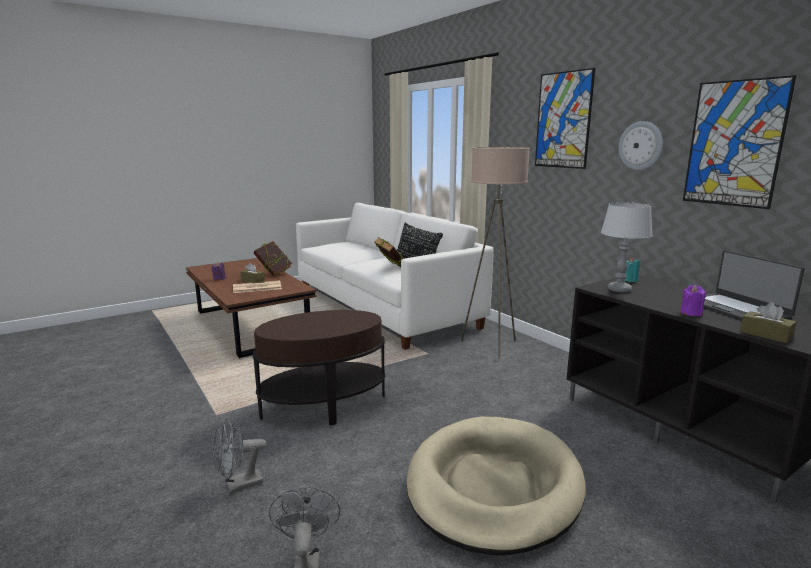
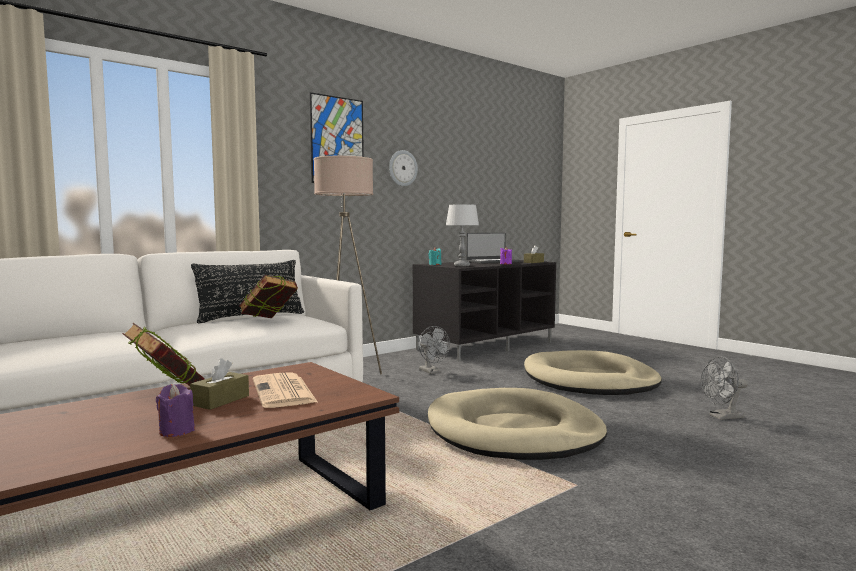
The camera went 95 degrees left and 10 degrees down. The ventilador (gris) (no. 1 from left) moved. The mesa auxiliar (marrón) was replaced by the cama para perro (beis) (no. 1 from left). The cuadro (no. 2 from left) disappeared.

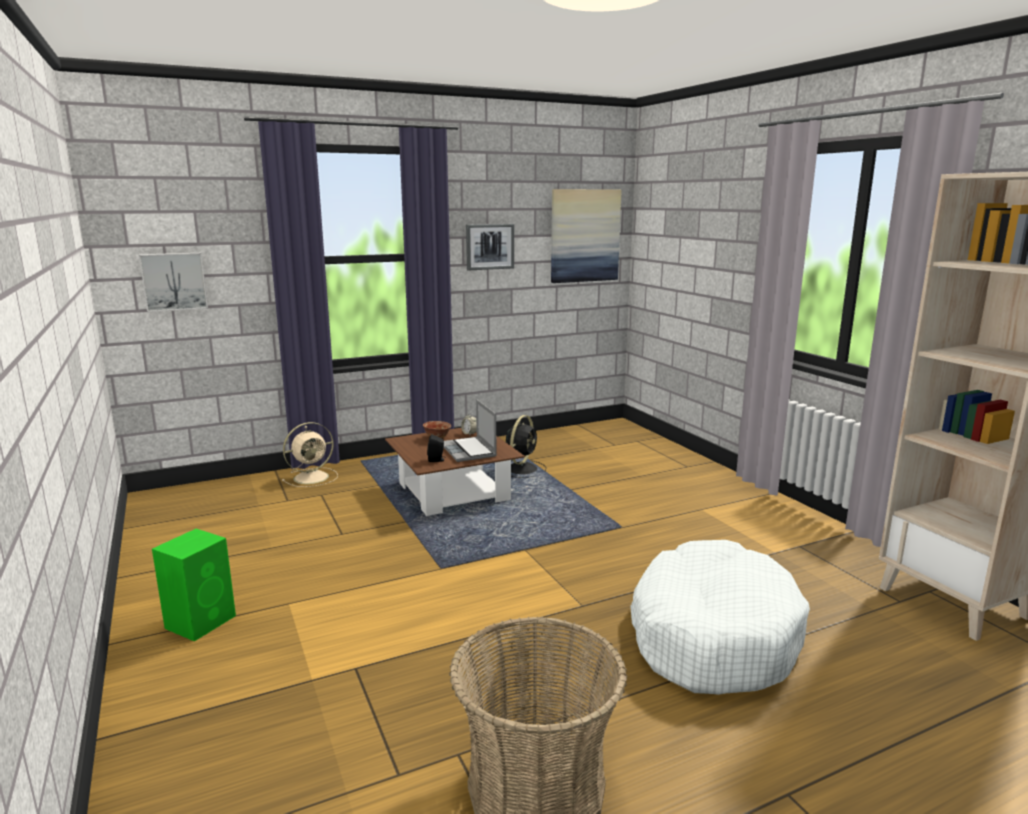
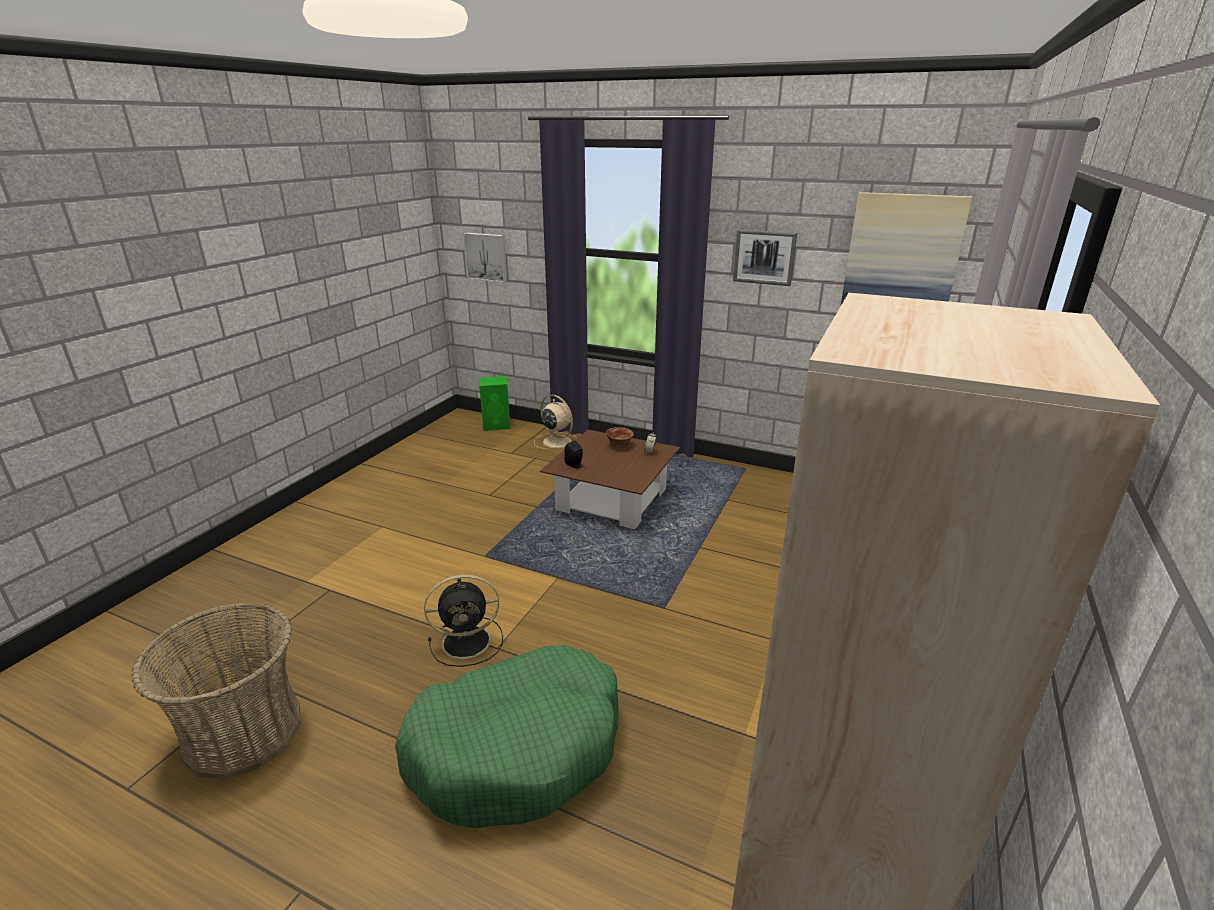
The camera went 50 degrees right and 10 degrees up. The altavoz (verde) moved. The ventilador (beis) turned 150 degrees counterclockwise. The portátil disappeared. The ventilador (negro) moved. The cama para perro (blanco) became the cama para perro (verde).

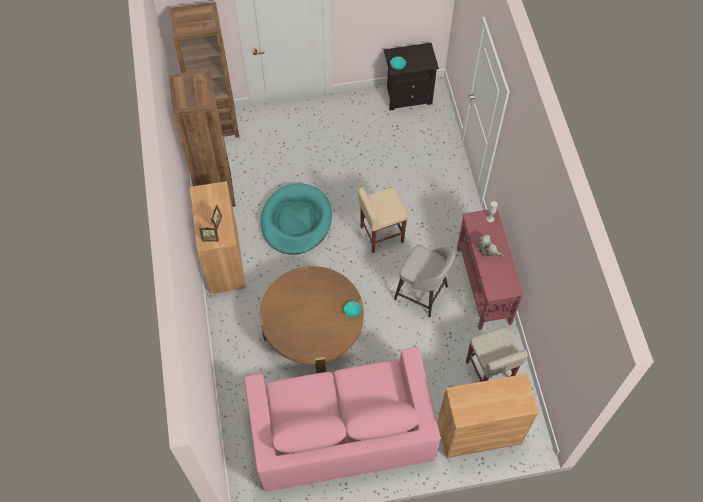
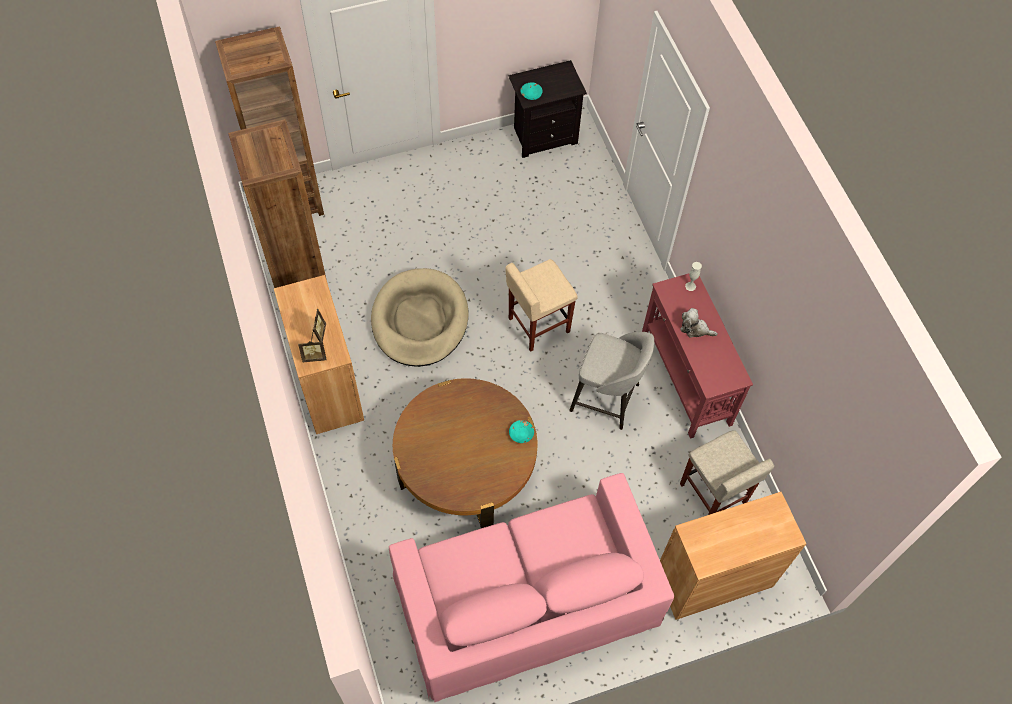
The camera went 10 degrees left and 0 degrees up. The cama para perro (turquesa) became the cama para perro (beis).

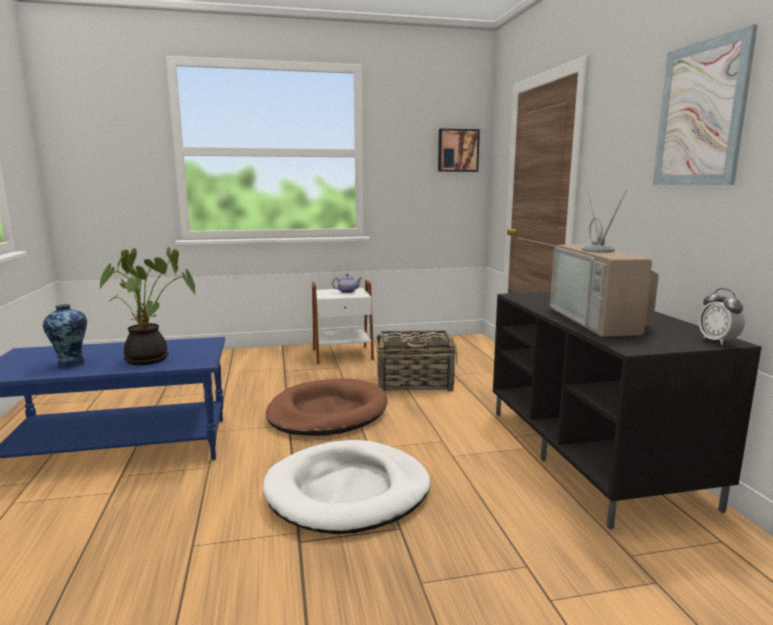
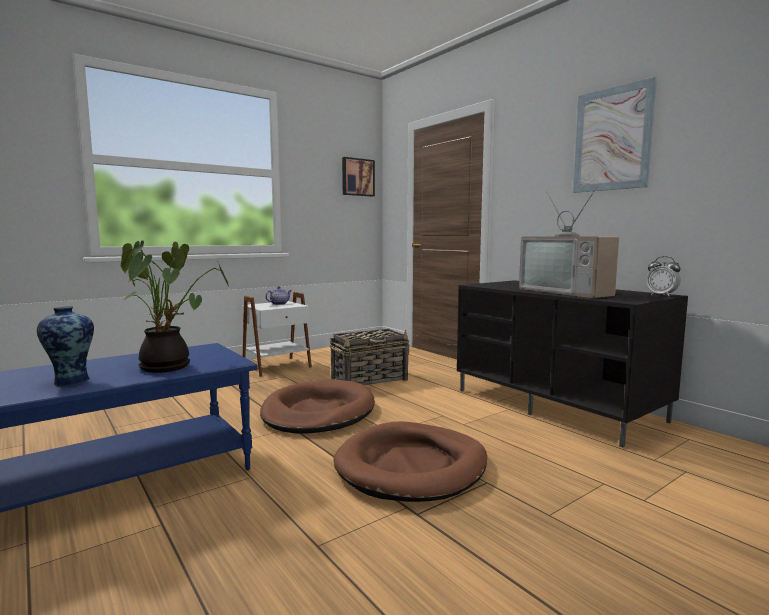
The camera went 25 degrees left and 5 degrees down. The cama para perro (blanco) became the cama para perro (marrón) (no. 2 from left).

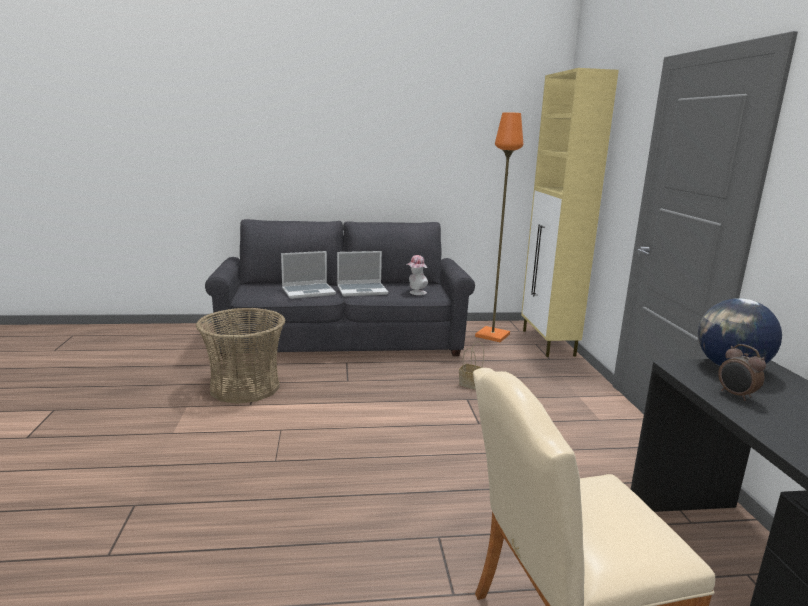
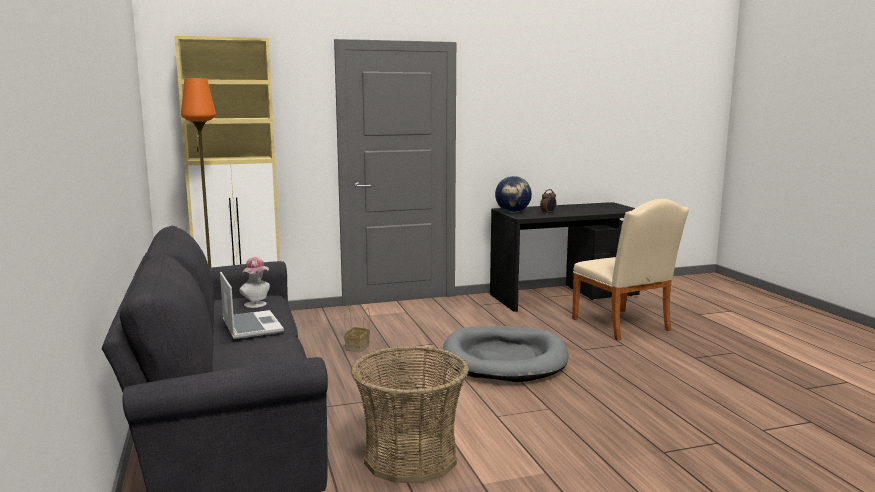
The camera went 100 degrees left and 5 degrees down. The portátil (no. 1 from left) disappeared. The cama para perro (gris) appeared.

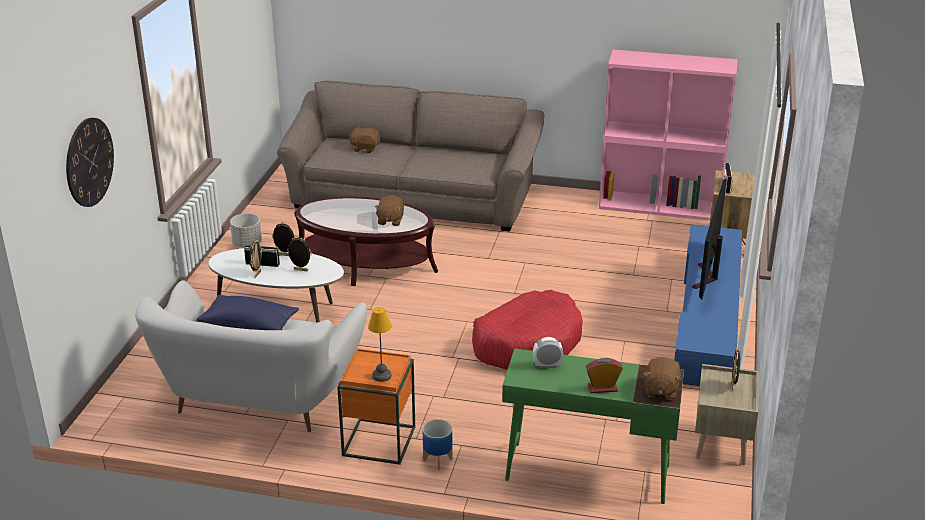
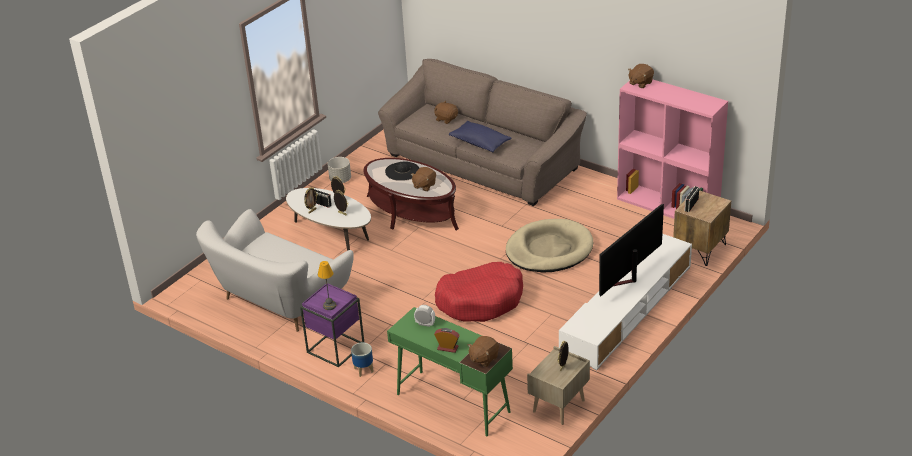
The camera went 25 degrees right and 5 degrees up. The reloj de pared disappeared. The cojín (azul) moved. The mesa auxiliar (naranja) became the mesa auxiliar (morado). The mueble de televisión (azul) became the mueble de televisión (blanco). The sombrero (negro) appeared. The cama para perro (beis) appeared. The peluche (marrón) (no. 4 from left) appeared.

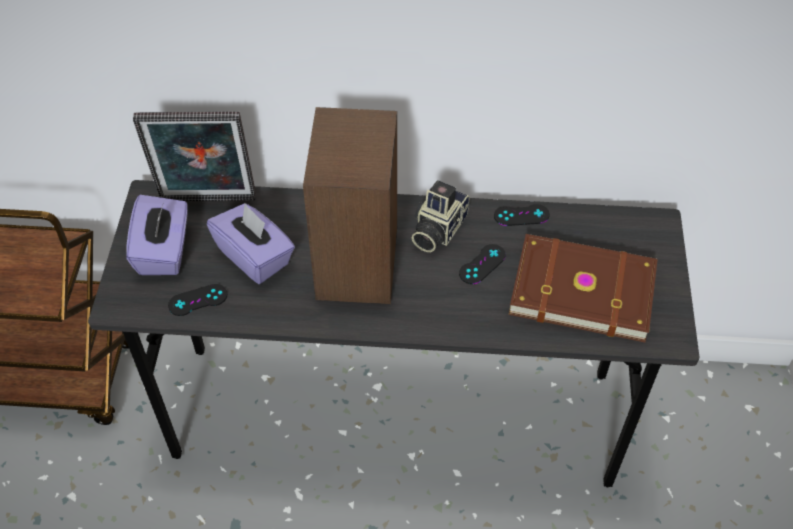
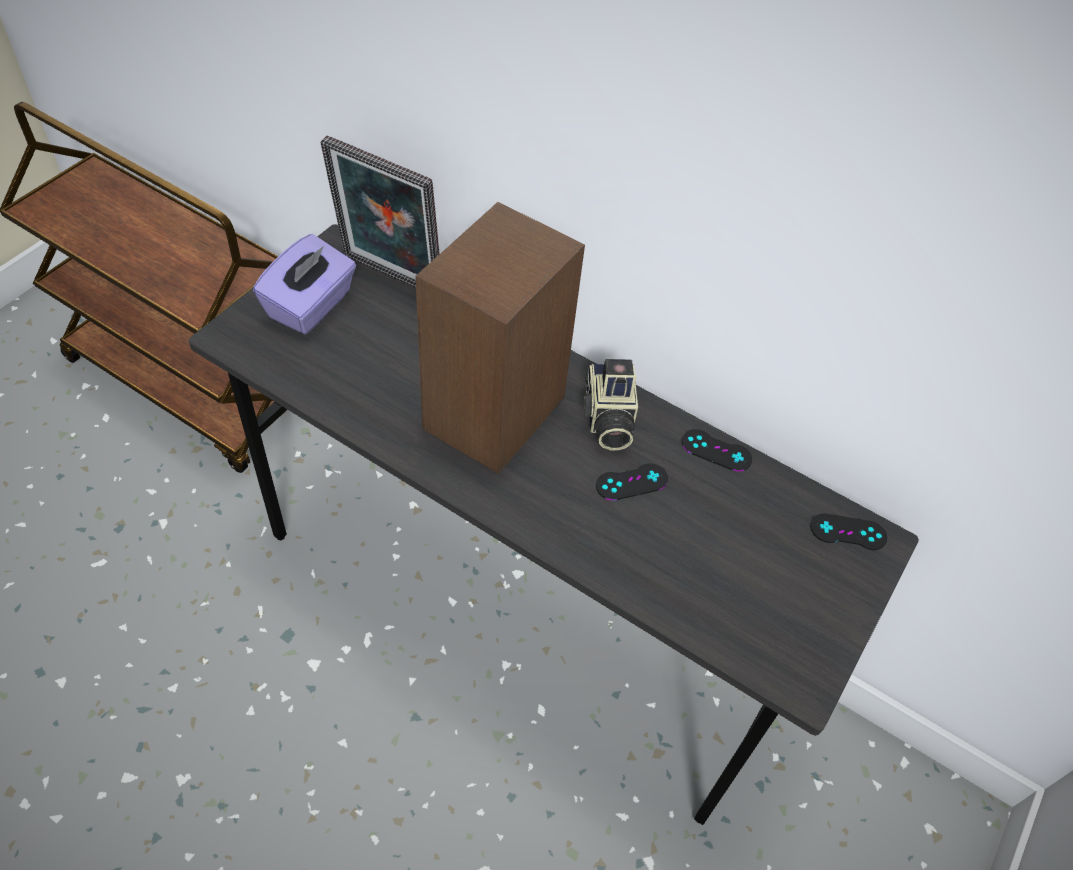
The camera went 25 degrees right and 0 degrees up. The mando de consola (negro) (no. 1 from left in the first image) moved. The caja de pañuelos (morado) (no. 2 from left) disappeared. The cámara turned 60 degrees counterclockwise. The libro (marrón) disappeared.

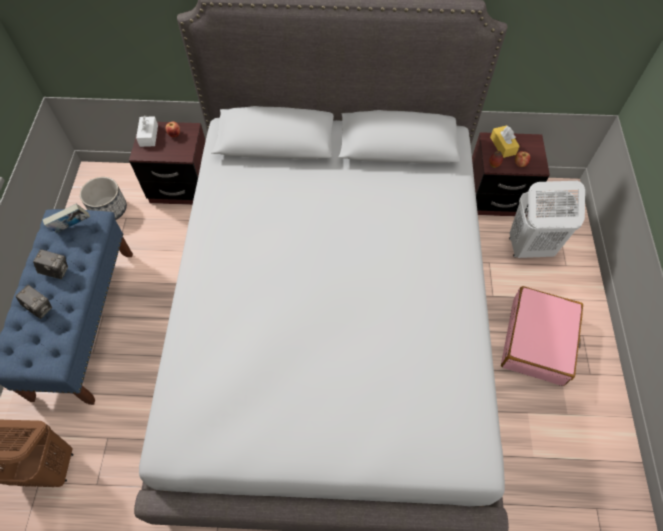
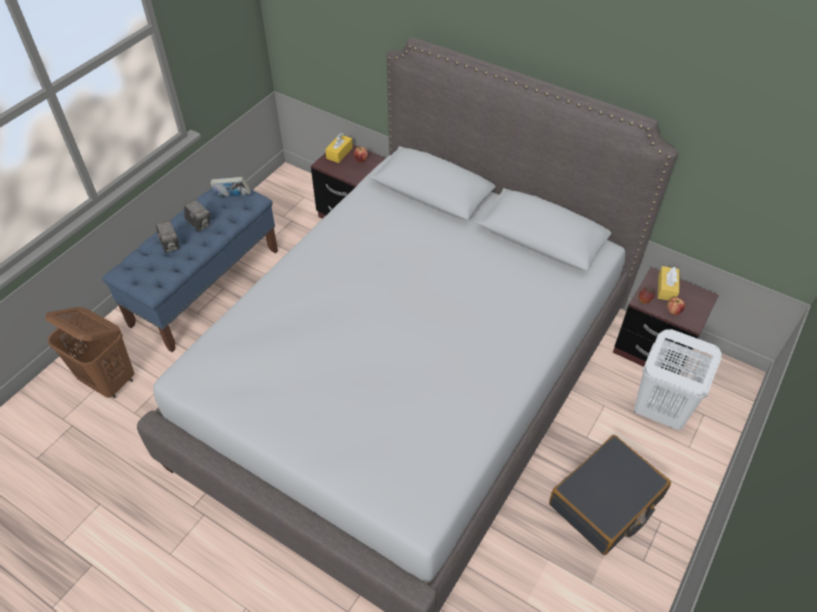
The camera went 30 degrees right and 10 degrees down. The maceta disappeared. The caja de pañuelos (blanco) became the caja de pañuelos (amarillo) (no. 1 from left). The maleta (rosa) became the maleta (negro).

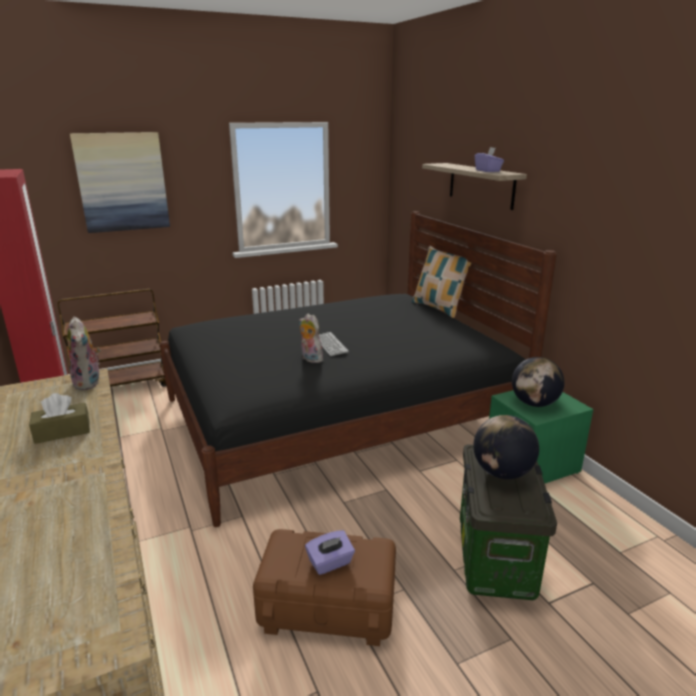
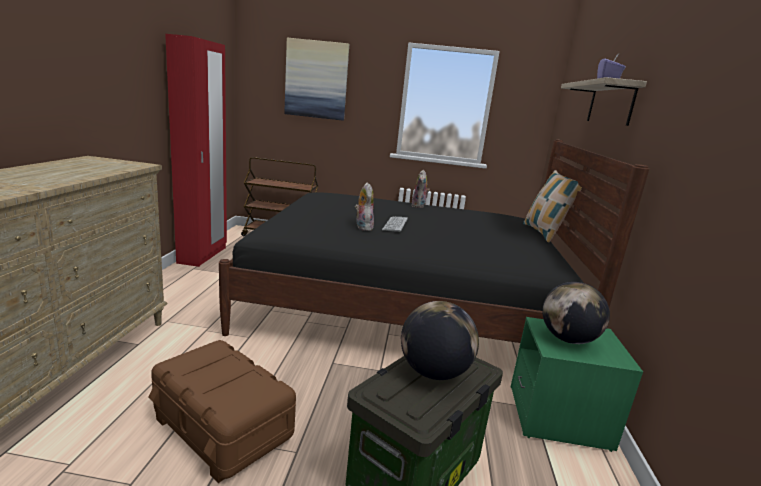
The camera went 30 degrees right and 5 degrees down. The caja de pañuelos (marrón) disappeared. The peluche (no. 1 from left in the first image) moved. The caja de pañuelos (morado) (no. 1 from left) disappeared.

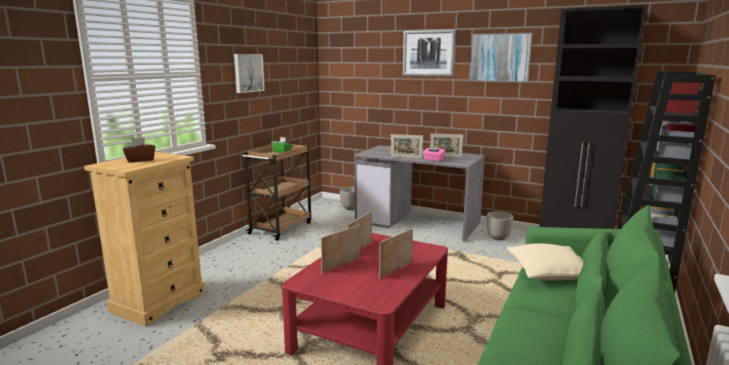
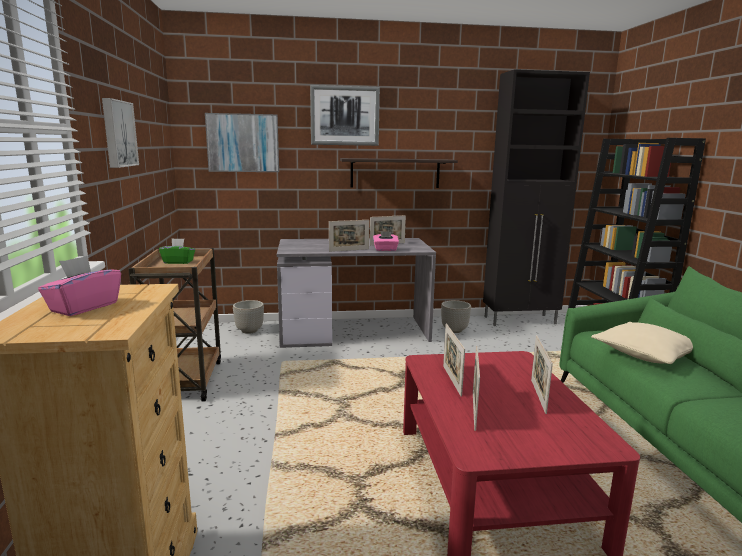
The camera went 35 degrees left and 0 degrees up. The caja de pañuelos (marrón) became the caja de pañuelos (rosa) (no. 1 from left). The cuadro (no. 3 from left in the first image) moved. The estante appeared.

